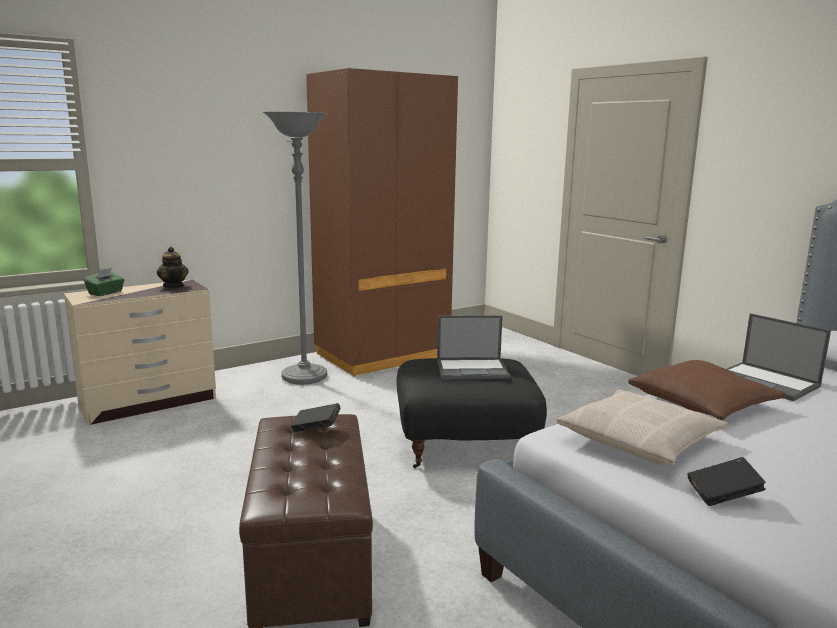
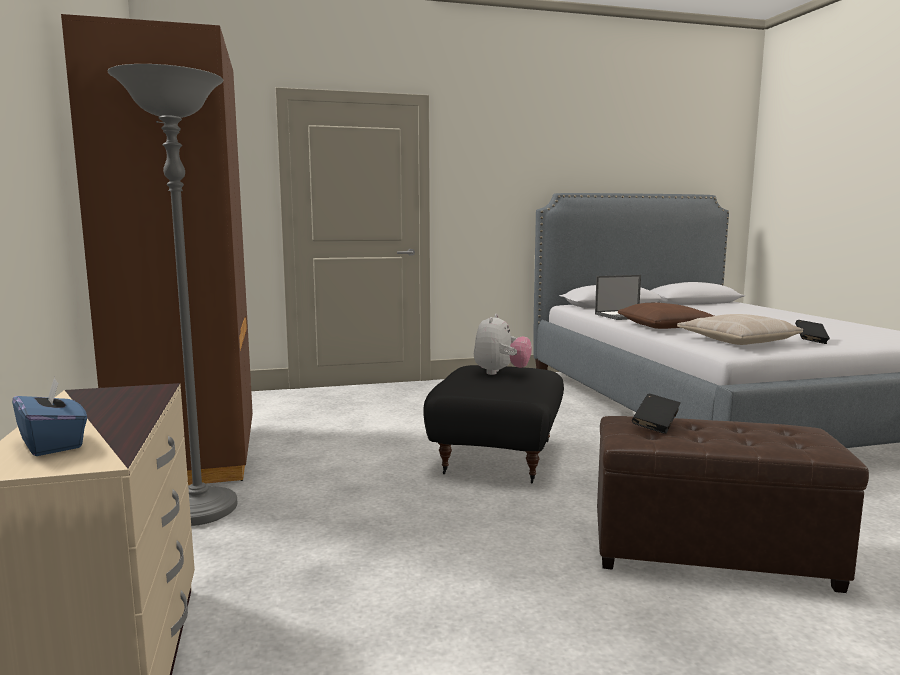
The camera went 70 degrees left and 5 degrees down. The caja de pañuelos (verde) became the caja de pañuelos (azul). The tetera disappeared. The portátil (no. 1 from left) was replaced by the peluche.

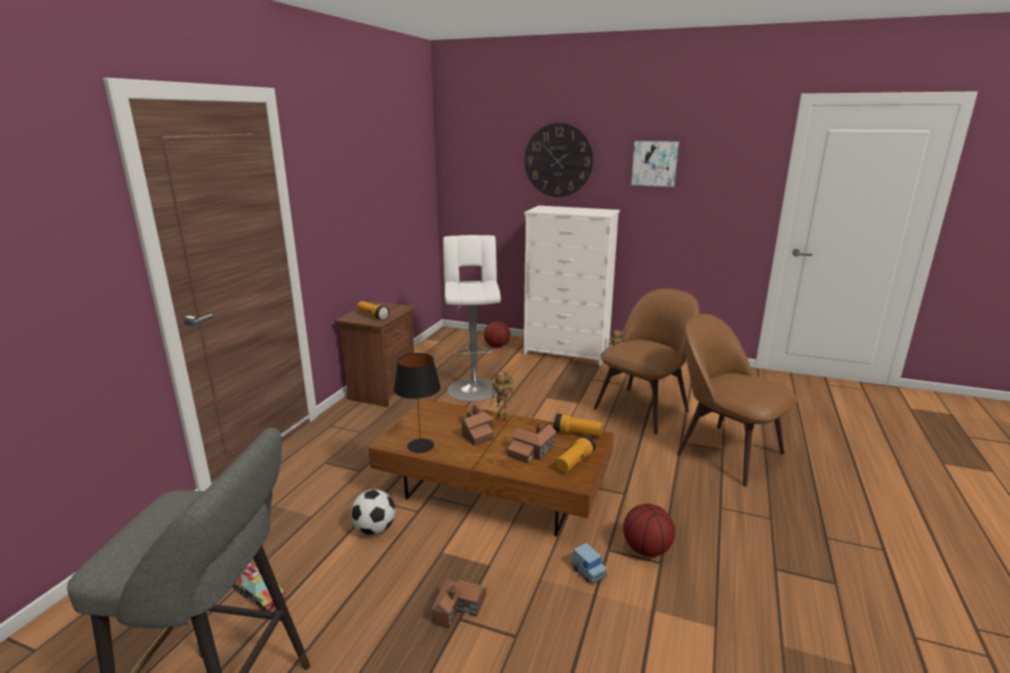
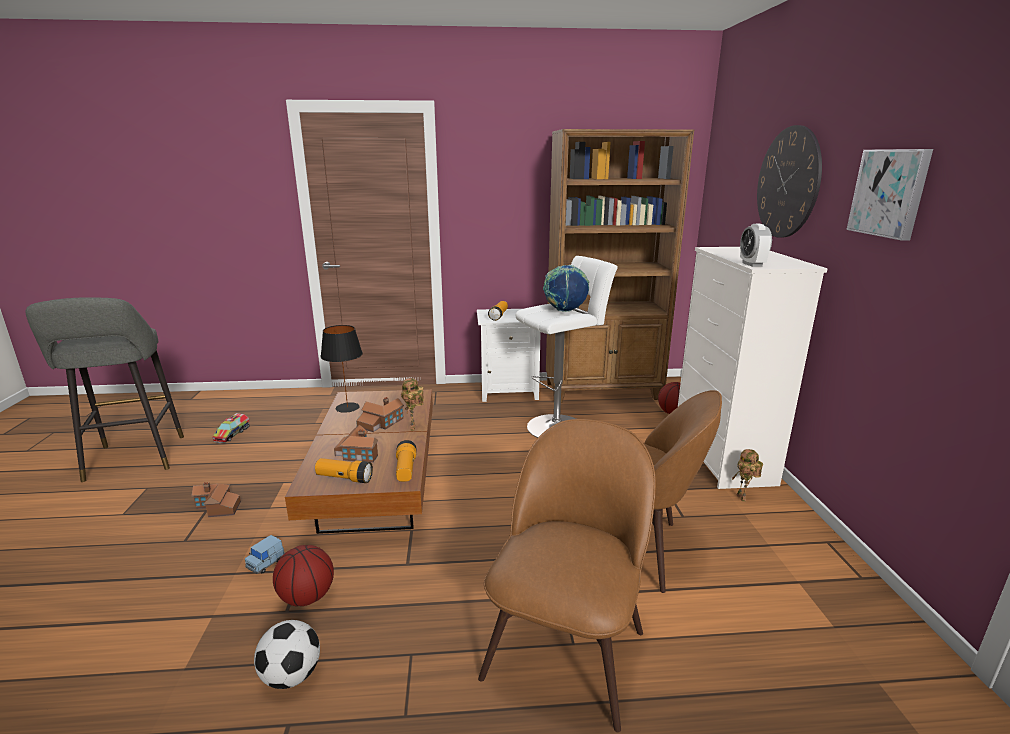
The camera went 65 degrees right and 0 degrees up. The mesita de noche (marrón) became the mesita de noche (blanco). The balón de fútbol moved. The globo terráqueo appeared. The estantería (marrón) appeared. The despertador appeared.

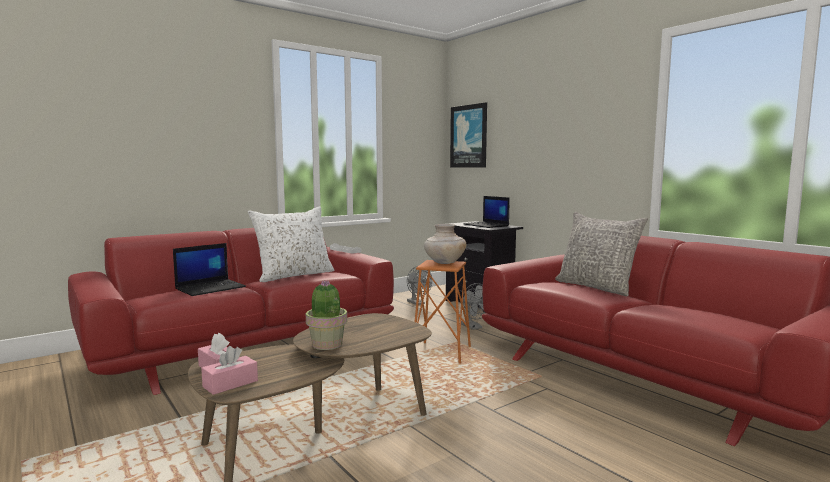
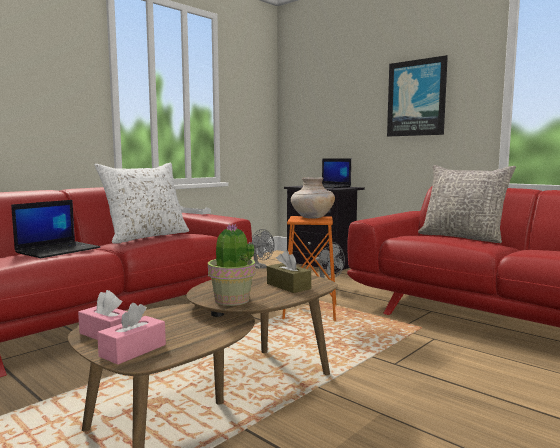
The camera went 10 degrees left and 0 degrees up. The cuadro moved. The caja de pañuelos (marrón) appeared.

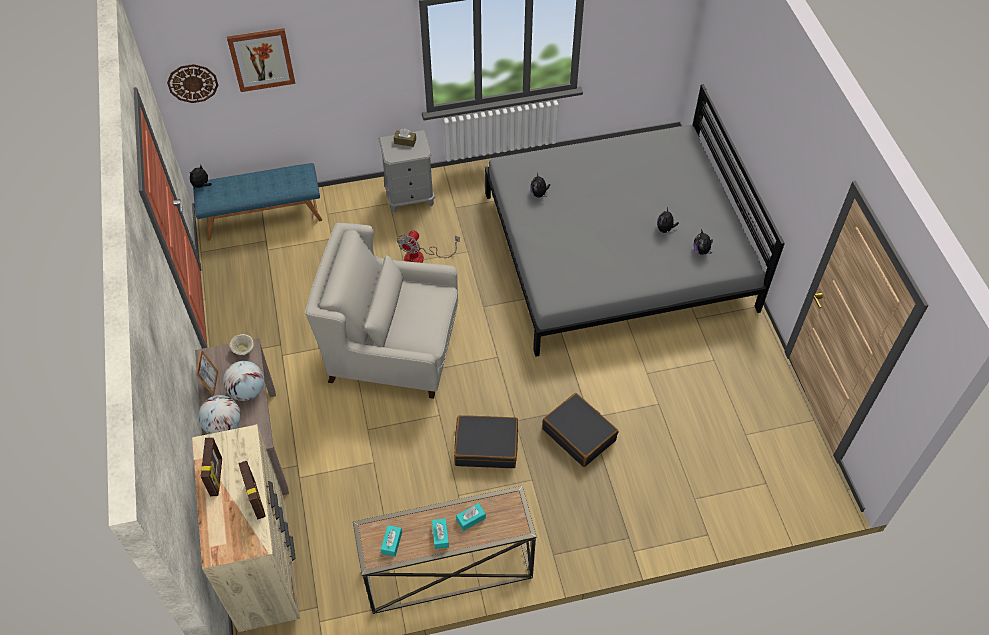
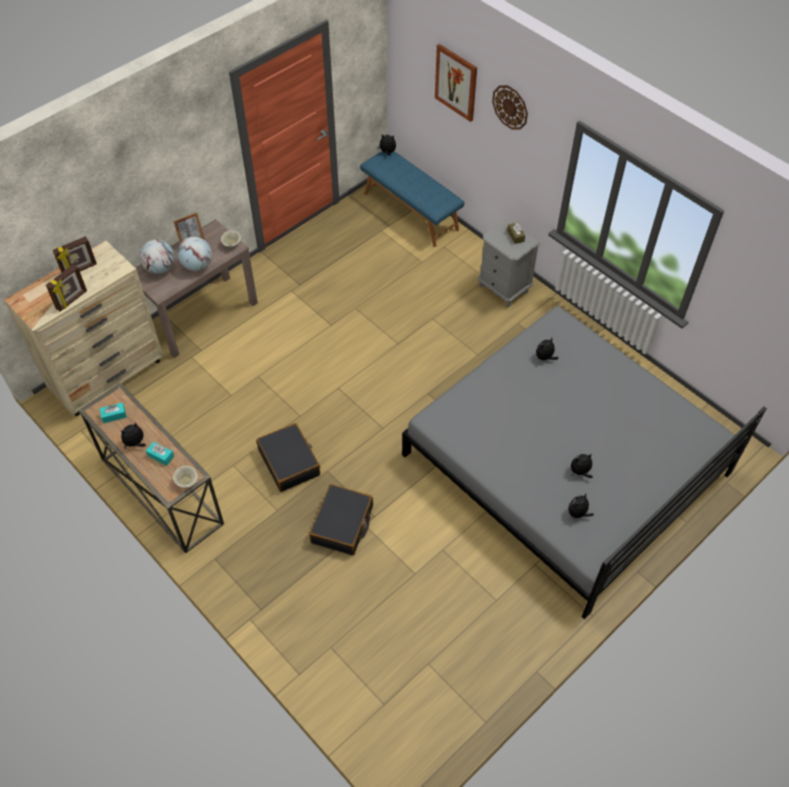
The camera went 60 degrees right and 0 degrees up. The reloj de pared moved. The sillón (blanco) disappeared. The ventilador disappeared. The caja de pañuelos (turquesa) (no. 2 from left) was replaced by the peluche (no. 1 from left). The cuenco (beis) (no. 1 from left) appeared.

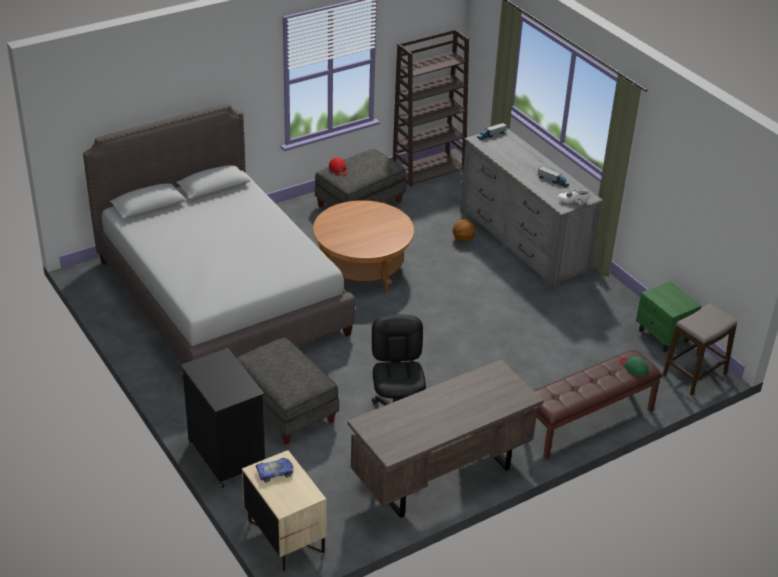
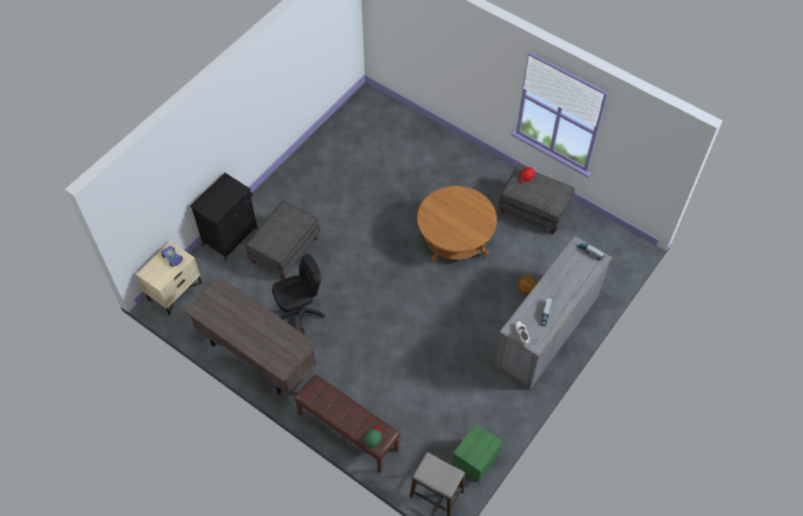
The camera went 70 degrees right and 20 degrees up. The cama (gris) disappeared. The estantería (marrón) disappeared.

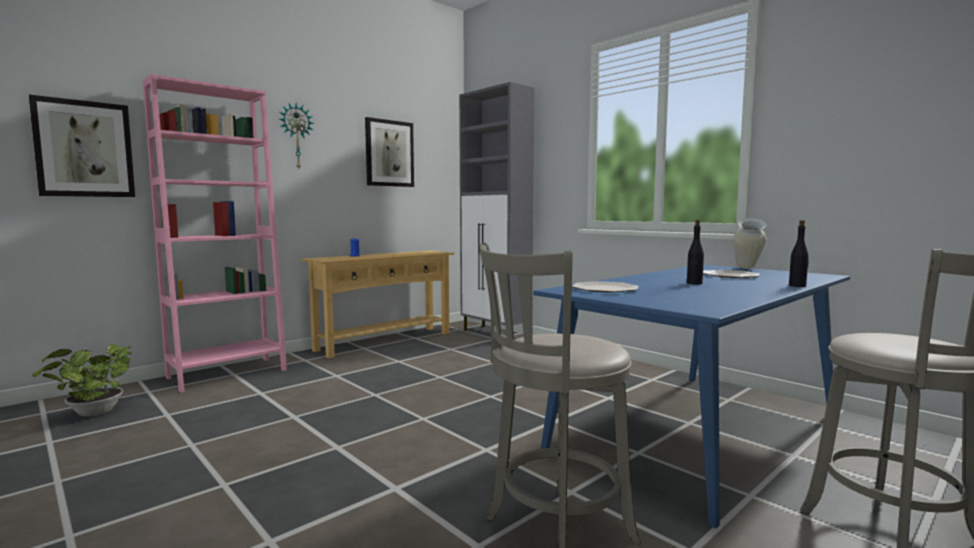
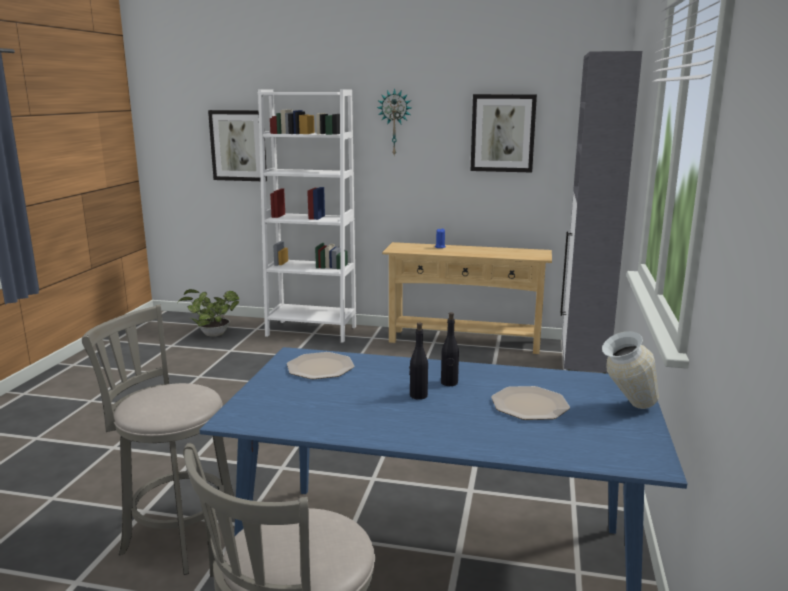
The camera went 55 degrees right and 10 degrees up. The estantería (rosa) became the estantería (blanco). The botella (negro) (no. 2 from left) moved.

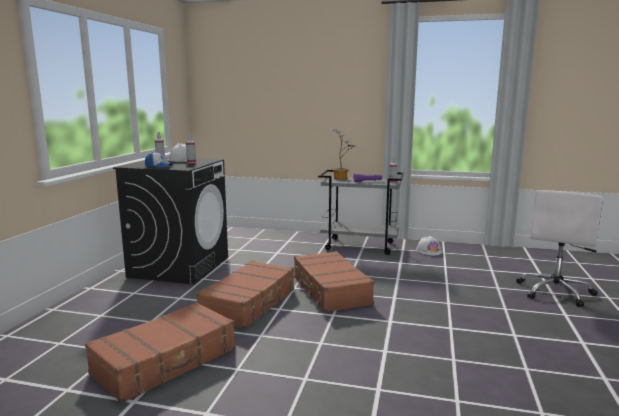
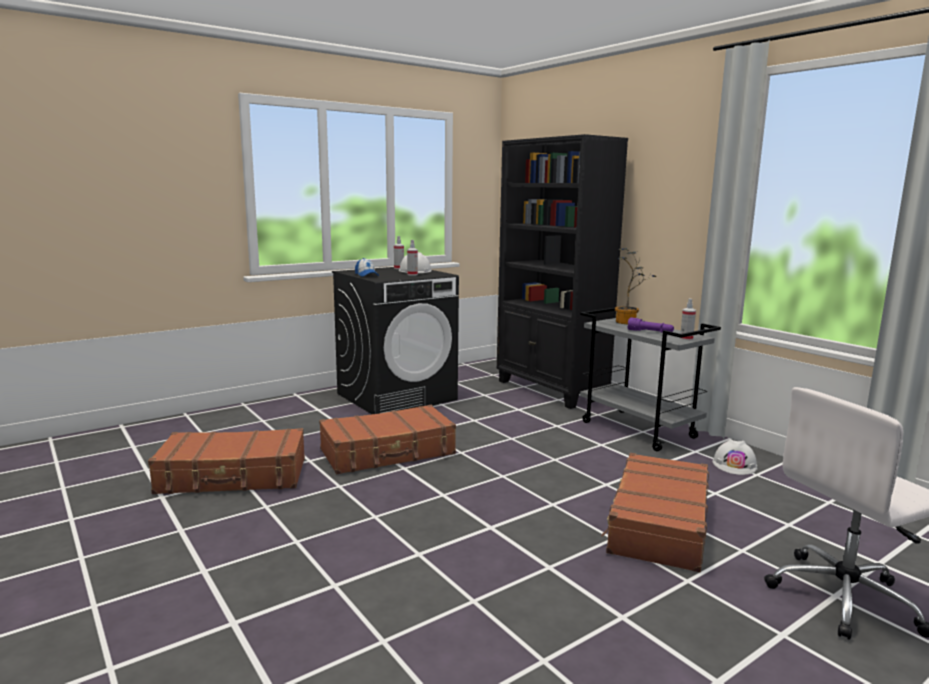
The camera went 40 degrees right and 0 degrees up. The maleta (marrón) (no. 3 from left) moved. The estantería (negro) appeared.

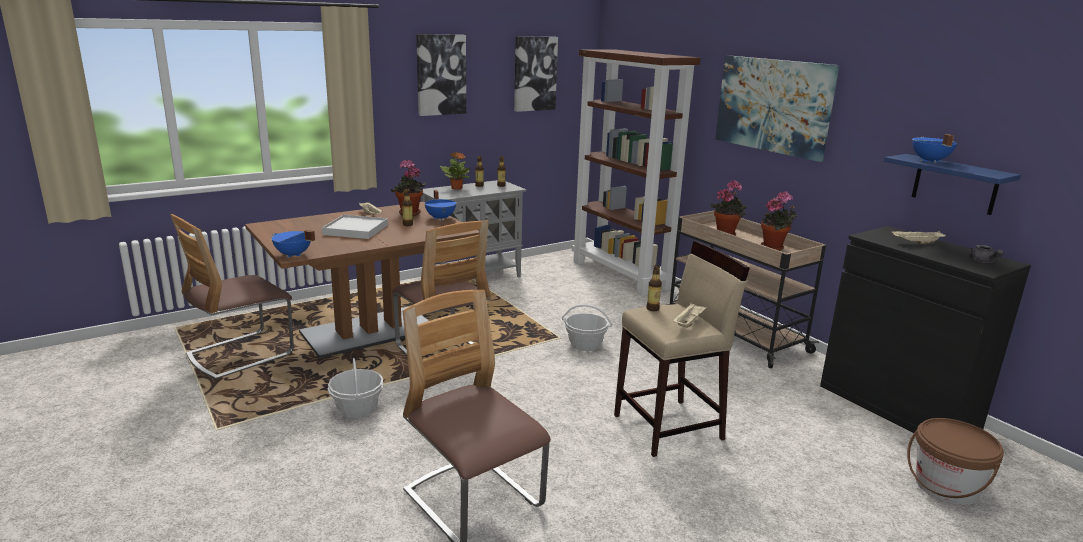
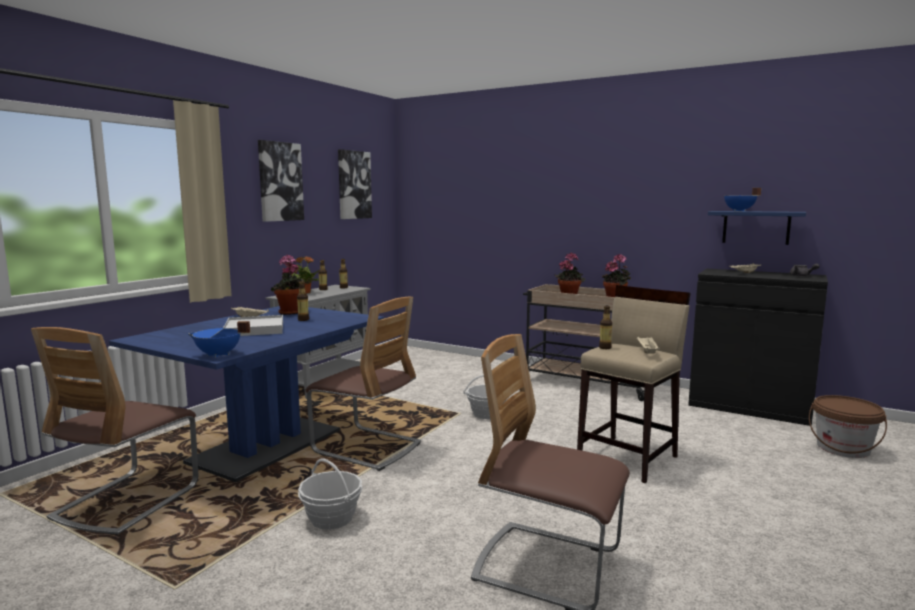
The camera went 25 degrees left and 10 degrees down. The mesa de comedor (marrón) became the mesa de comedor (azul). The olla (azul) (no. 2 from left) disappeared. The estantería (marrón) disappeared. The cuadro (no. 3 from left) disappeared.

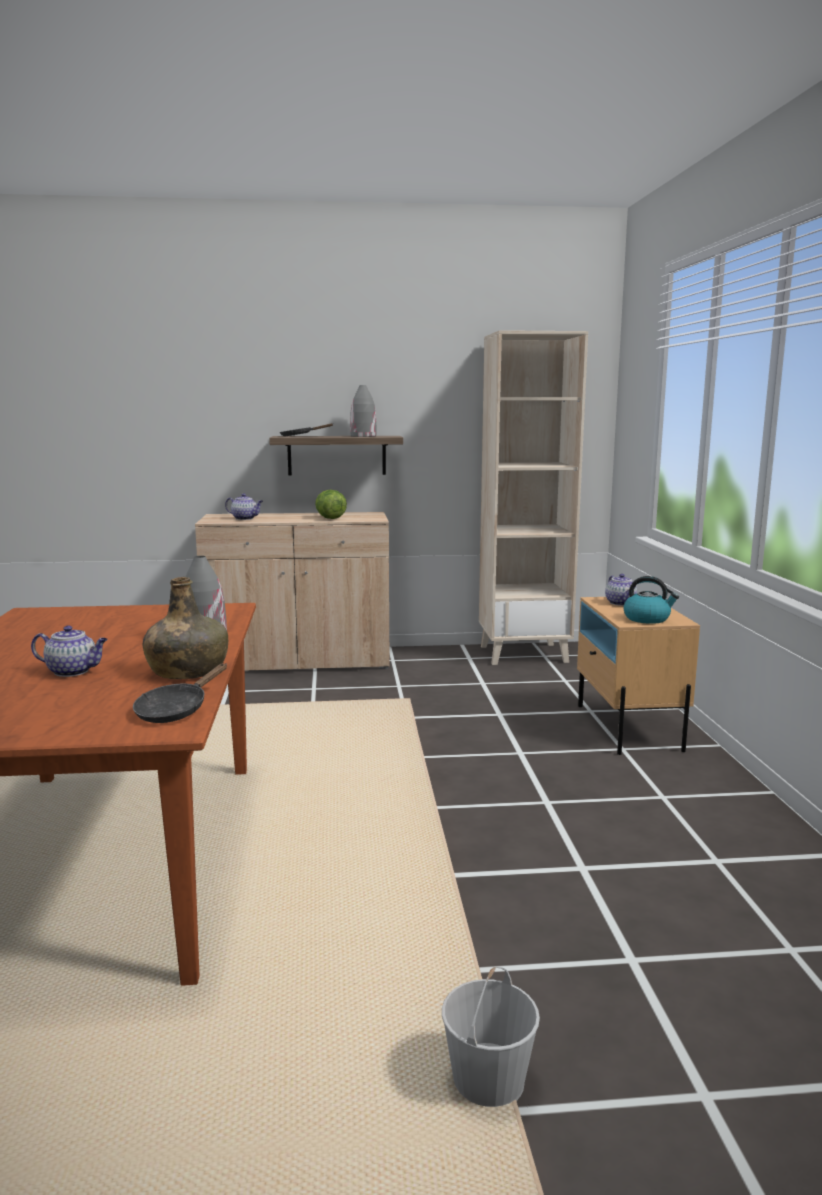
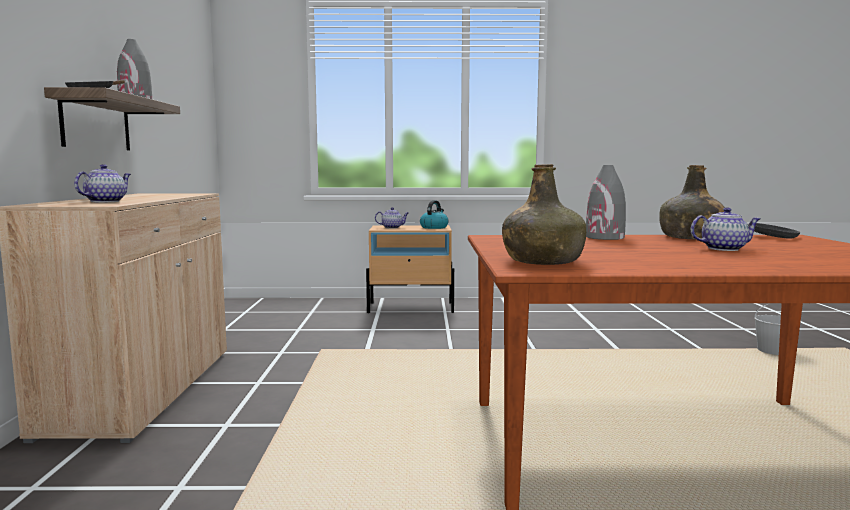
The camera went 85 degrees left and 5 degrees down. The tetera (no. 1 from left in the first image) turned 75 degrees clockwise. The lechuga disappeared. The estantería (beis) disappeared. The botella (verde) (no. 1 from left) appeared.

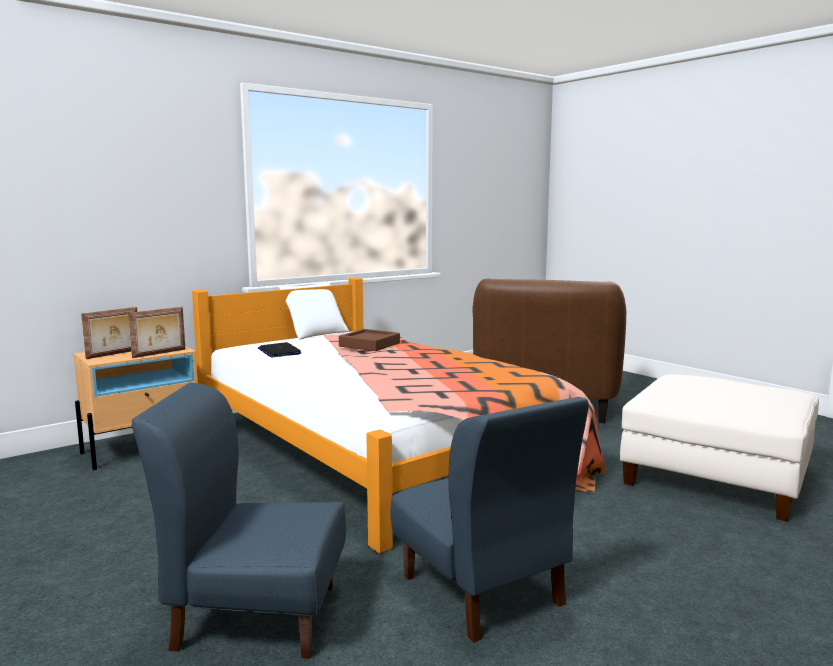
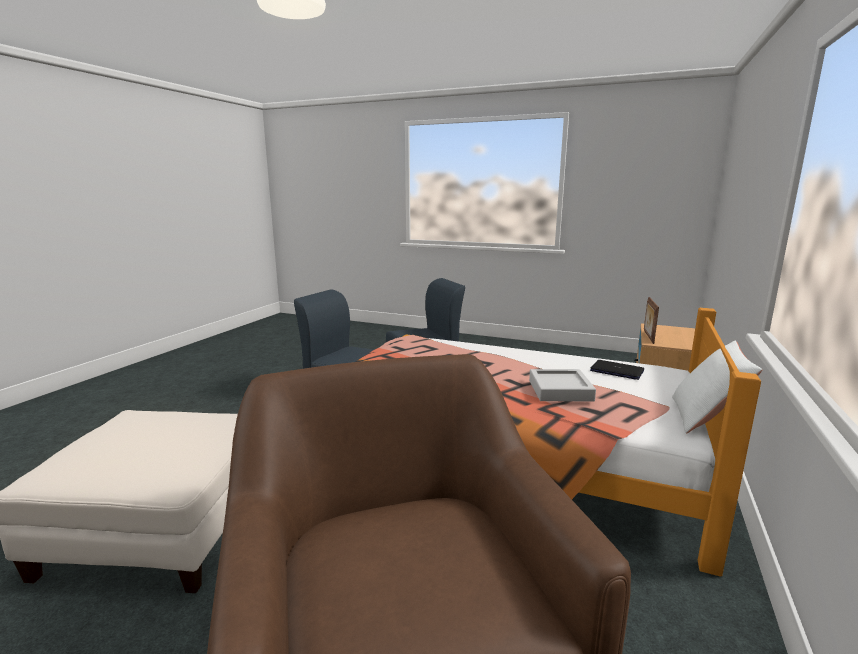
The camera went 150 degrees right and 5 degrees up. The portarretratos (no. 1 from left) disappeared. The bandeja (marrón) became the bandeja (gris).

